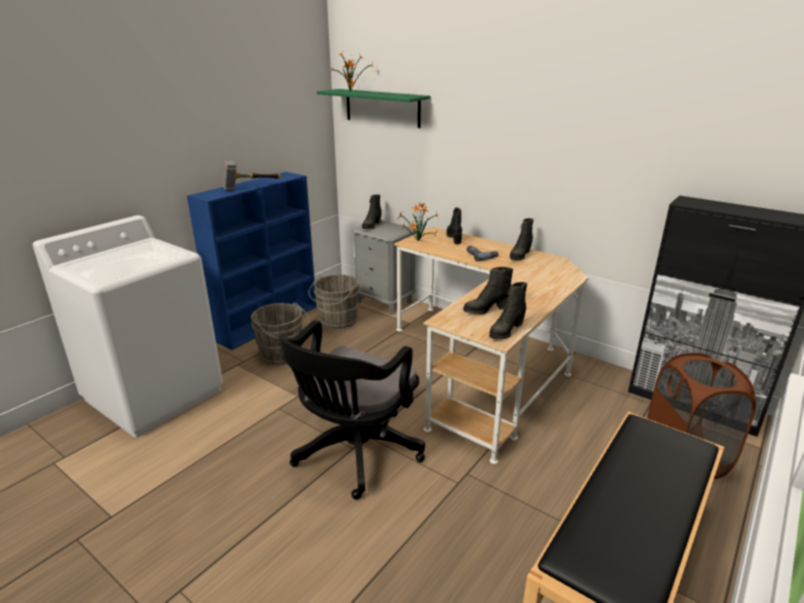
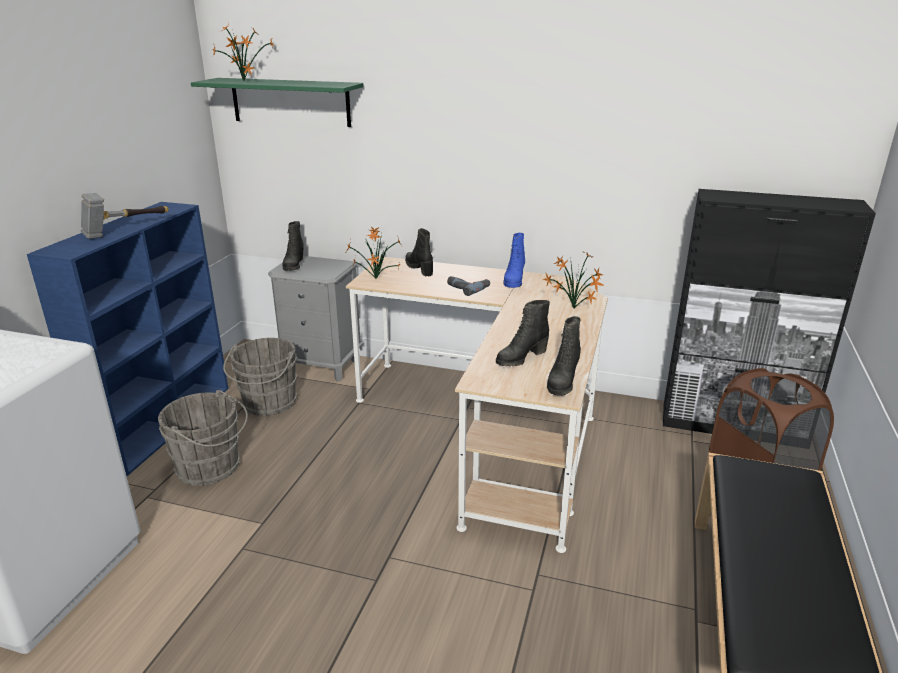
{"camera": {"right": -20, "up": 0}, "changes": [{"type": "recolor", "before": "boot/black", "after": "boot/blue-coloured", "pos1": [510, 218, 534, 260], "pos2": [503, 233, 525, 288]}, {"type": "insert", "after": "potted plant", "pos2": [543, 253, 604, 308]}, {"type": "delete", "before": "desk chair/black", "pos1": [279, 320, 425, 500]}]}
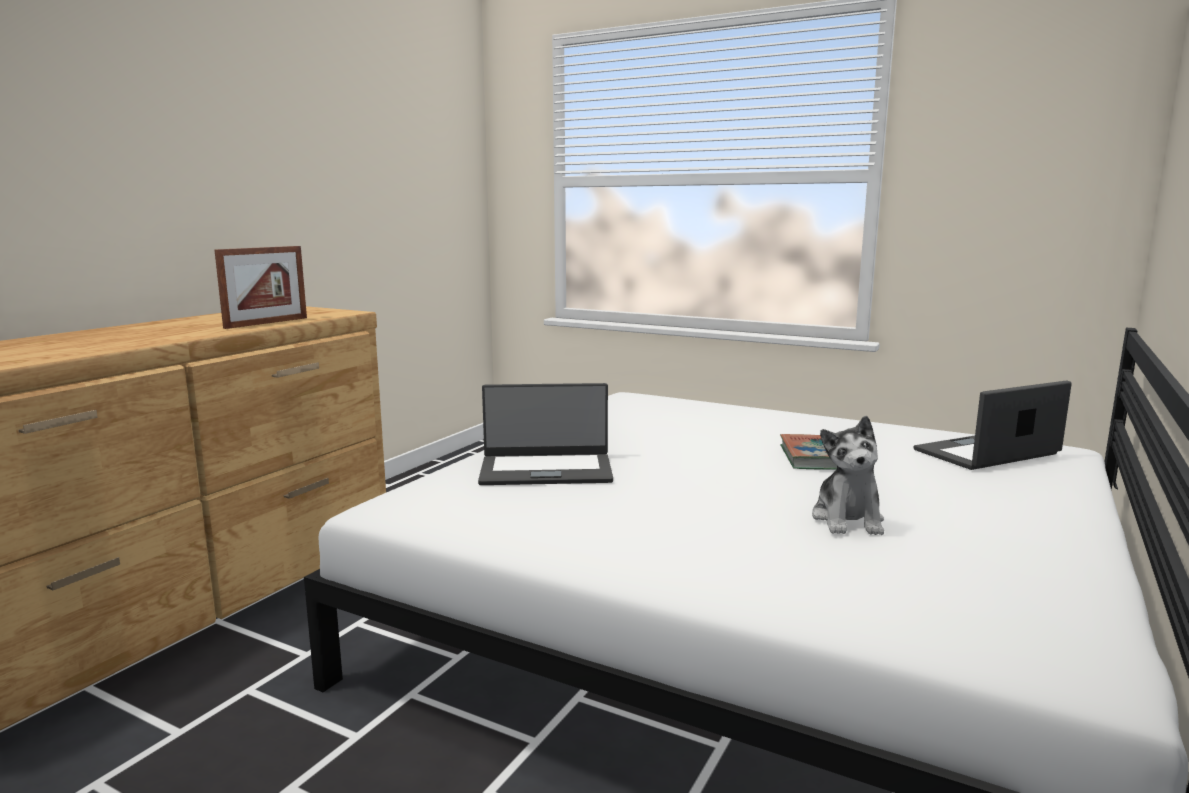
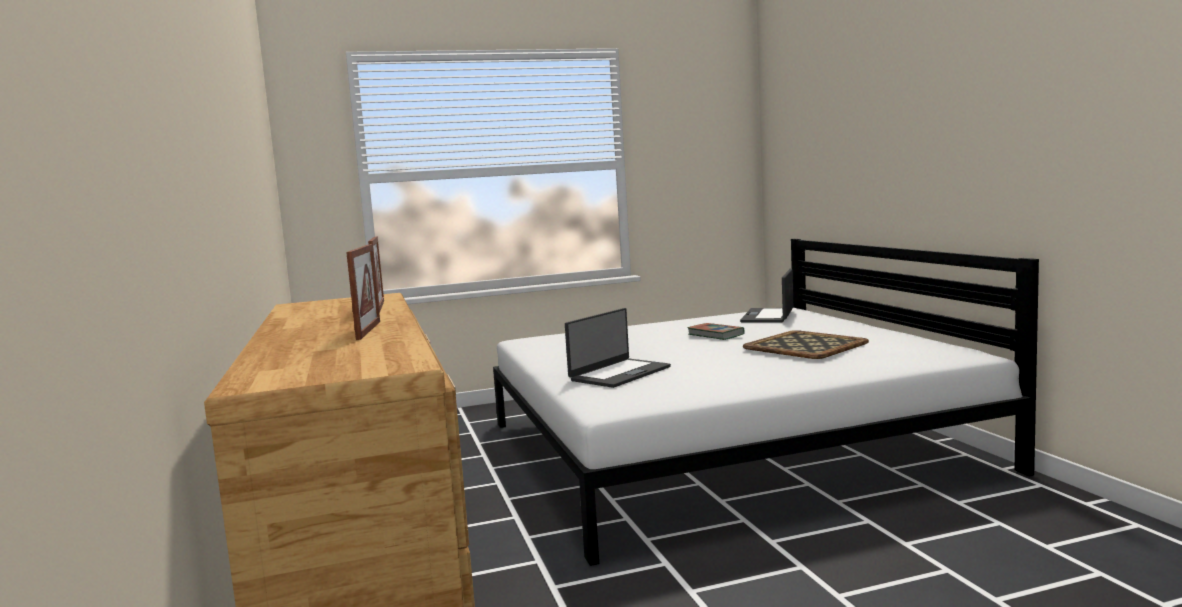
{"camera": {"right": -45, "up": -5}, "changes": [{"type": "insert", "after": "standing frame", "pos2": [346, 244, 380, 340]}, {"type": "replace", "before": "plush toy", "after": "carrying tray", "pos1": [812, 416, 884, 535], "pos2": [743, 330, 869, 359]}]}
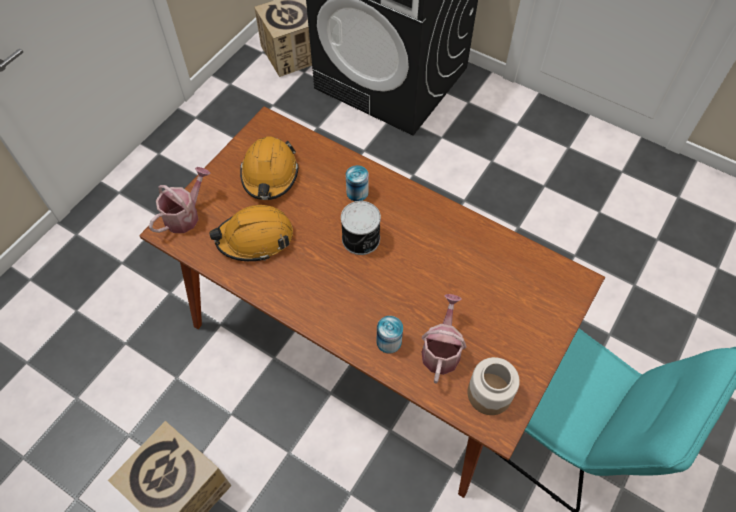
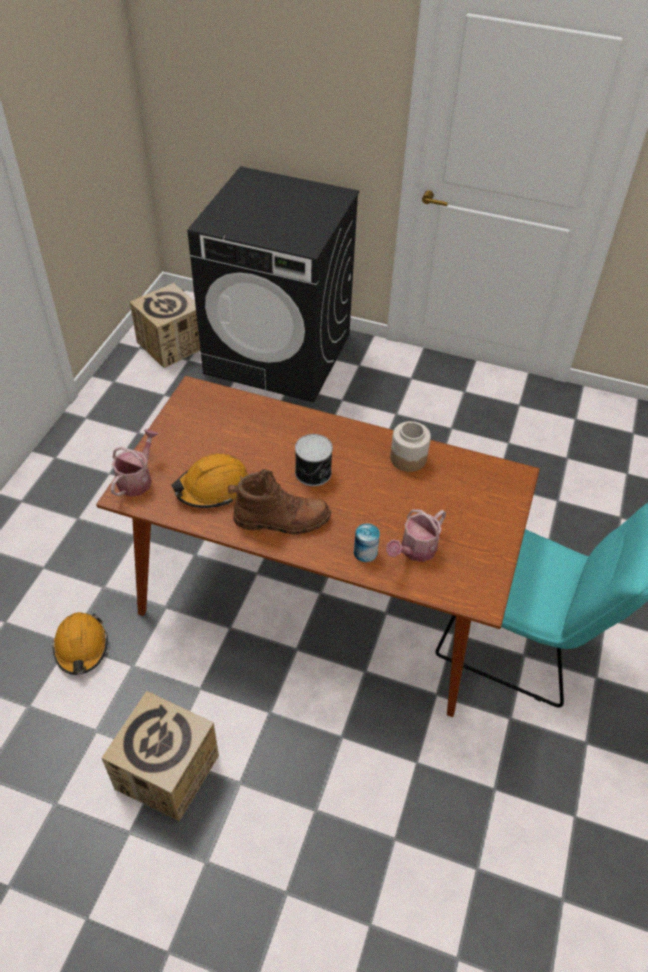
{"camera": {"right": -15, "up": -10}, "changes": [{"type": "move", "before": "safety helmet/orangey", "pos1": [240, 137, 299, 200], "pos2": [52, 612, 108, 675]}, {"type": "insert", "after": "boot/brown-coloured", "pos2": [228, 469, 331, 535]}, {"type": "rotate", "before": "sprinkling can", "pos1": [422, 294, 466, 384], "pos2": [386, 509, 446, 562], "turn": -135}, {"type": "move", "before": "preserve jar", "pos1": [467, 357, 520, 415], "pos2": [390, 421, 431, 472]}, {"type": "delete", "before": "can", "pos1": [346, 165, 369, 201]}]}
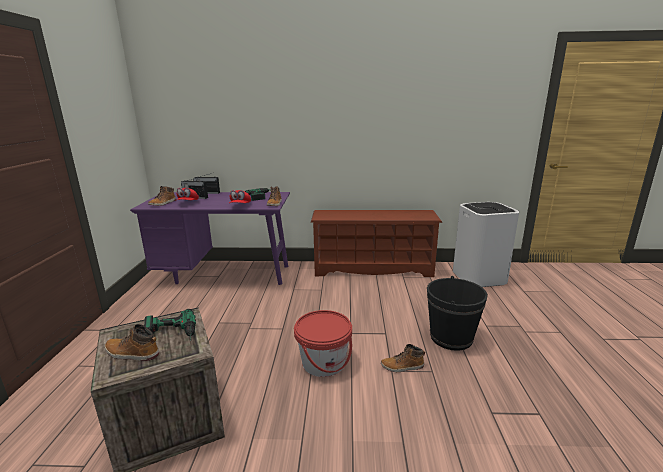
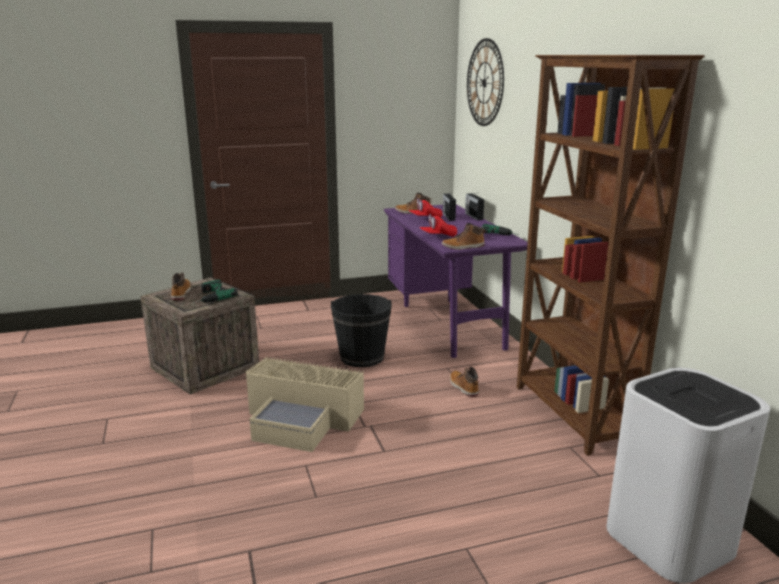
{"camera": {"right": 70, "up": 0}, "changes": [{"type": "replace", "before": "pail/red", "after": "storage box/sand-coloured", "pos1": [294, 310, 352, 377], "pos2": [246, 357, 364, 452]}, {"type": "move", "before": "pail/black", "pos1": [427, 276, 488, 351], "pos2": [331, 294, 392, 367]}, {"type": "move", "before": "boot", "pos1": [381, 344, 425, 372], "pos2": [450, 367, 479, 397]}, {"type": "insert", "after": "hanging clock", "pos2": [467, 38, 504, 126]}, {"type": "replace", "before": "shoe stand/brown-coloured", "after": "bookcase/brown-coloured", "pos1": [311, 210, 443, 277], "pos2": [517, 55, 705, 456]}]}
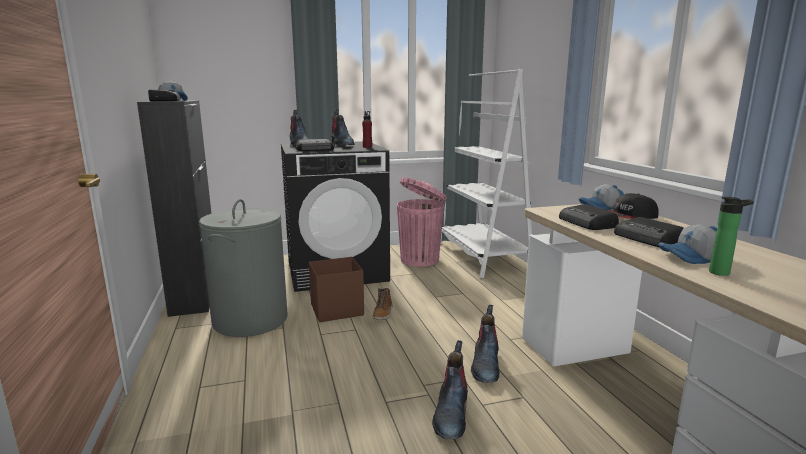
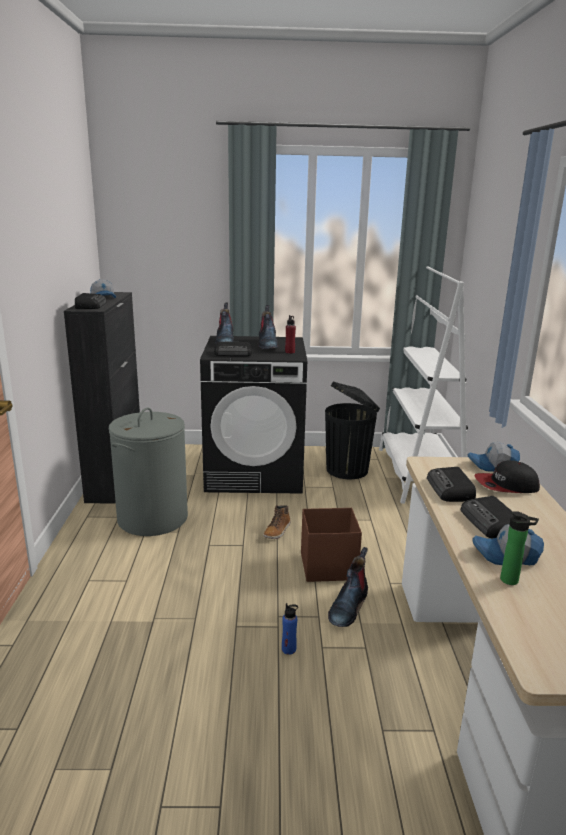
{"camera": {"right": 15, "up": 5}, "changes": [{"type": "replace", "before": "boot", "after": "beverage bottle/blue-coloured", "pos1": [432, 340, 468, 440], "pos2": [282, 603, 298, 655]}, {"type": "move", "before": "storage box/brown-coloured", "pos1": [309, 257, 364, 322], "pos2": [301, 508, 362, 582]}, {"type": "recolor", "before": "rubbish bin/pink-coloured", "after": "rubbish bin/black", "pos1": [397, 177, 447, 267], "pos2": [325, 381, 380, 479]}]}
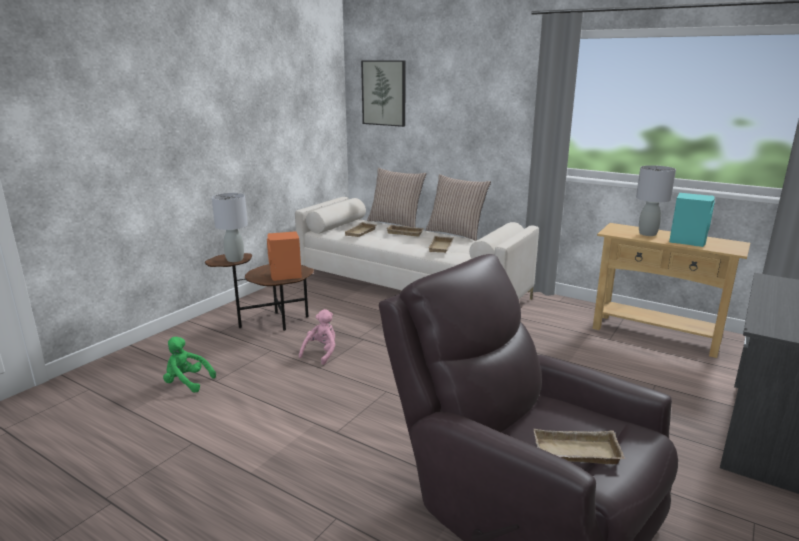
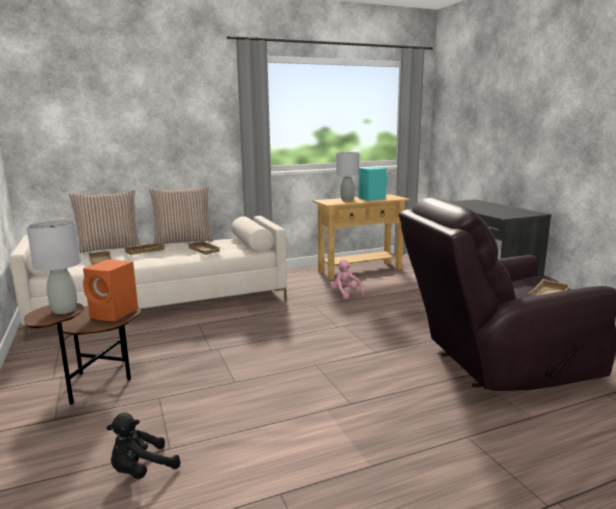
{"camera": {"right": -55, "up": -5}, "changes": [{"type": "recolor", "before": "plush toy/greenish", "after": "plush toy/black", "pos1": [163, 337, 216, 392], "pos2": [106, 412, 181, 479]}, {"type": "move", "before": "plush toy/pink-coloured", "pos1": [299, 309, 335, 365], "pos2": [330, 260, 365, 299]}, {"type": "delete", "before": "picture", "pos1": [361, 61, 406, 127]}]}
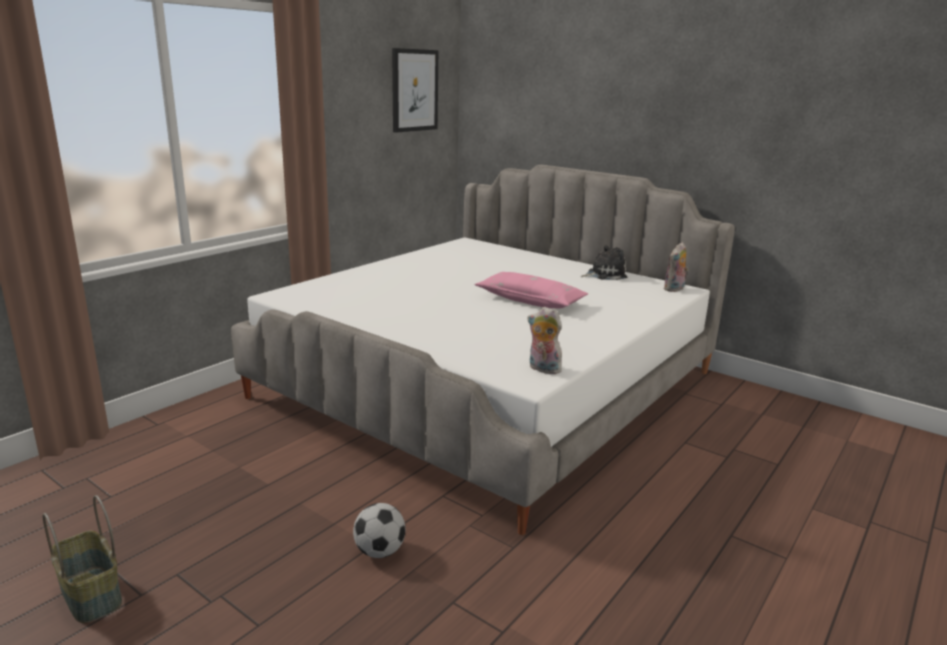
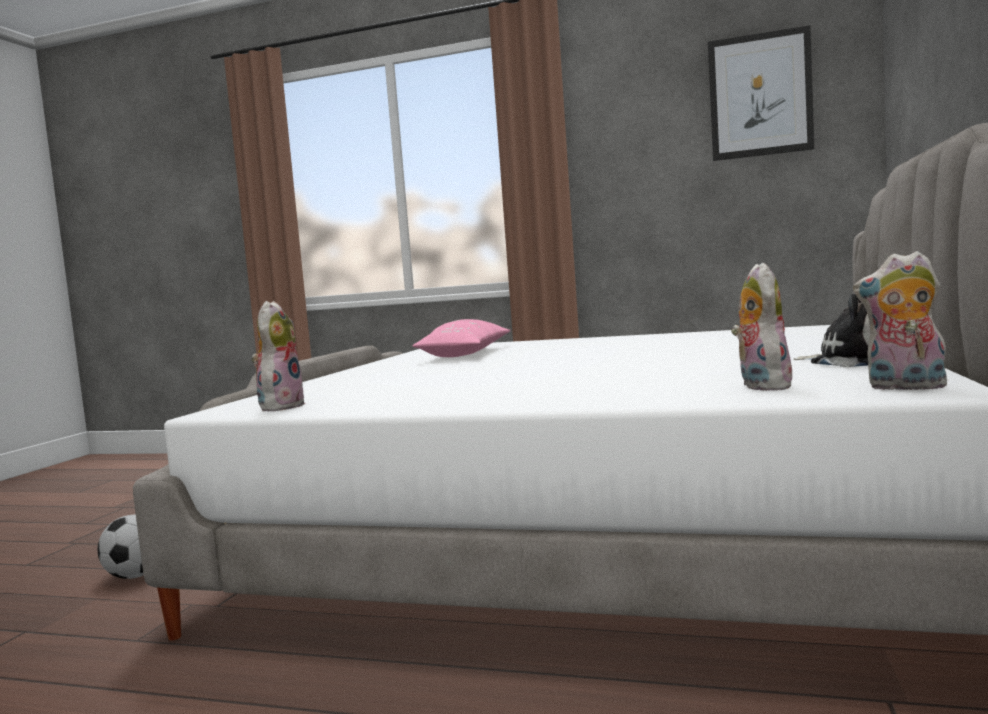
{"camera": {"right": 70, "up": -15}, "changes": [{"type": "move", "before": "throw pillow/pink-coloured", "pos1": [474, 272, 588, 308], "pos2": [412, 319, 510, 357]}, {"type": "insert", "after": "plush toy", "pos2": [731, 263, 792, 391]}, {"type": "delete", "before": "basket", "pos1": [43, 495, 122, 623]}]}
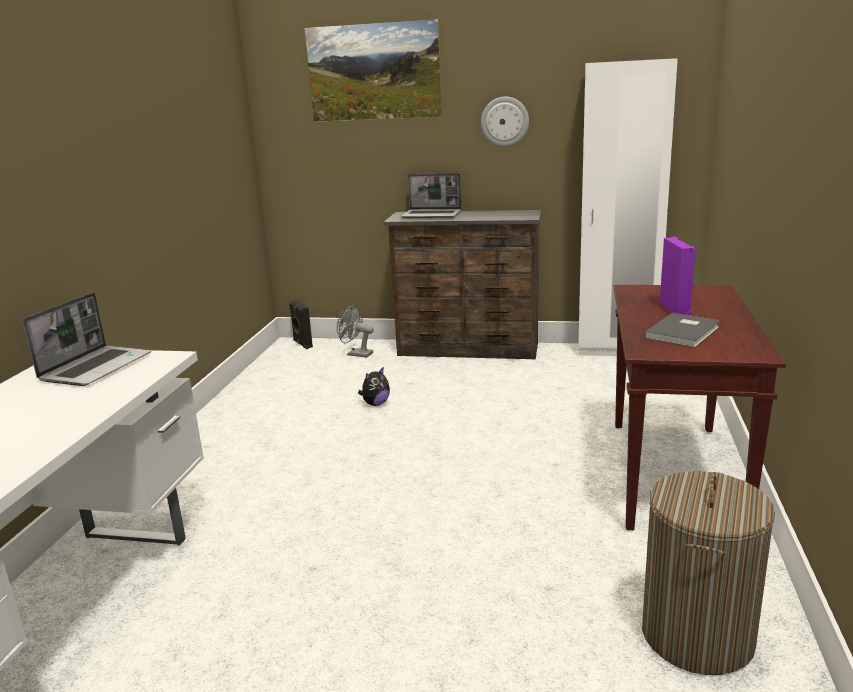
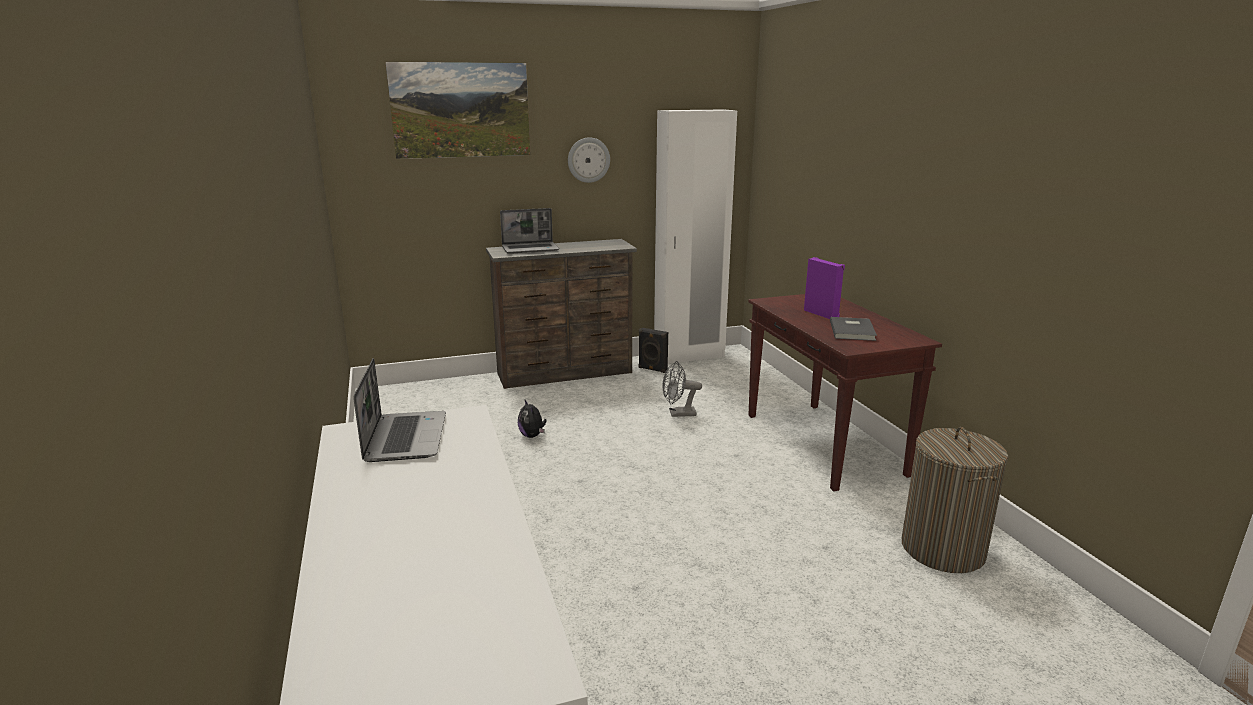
{"camera": {"right": -30, "up": 0}, "changes": [{"type": "rotate", "before": "plush toy", "pos1": [358, 368, 390, 406], "pos2": [518, 400, 546, 438], "turn": 135}, {"type": "move", "before": "speaker/black", "pos1": [289, 301, 313, 349], "pos2": [638, 328, 668, 373]}, {"type": "move", "before": "fan/grey", "pos1": [337, 305, 374, 358], "pos2": [663, 361, 702, 417]}]}
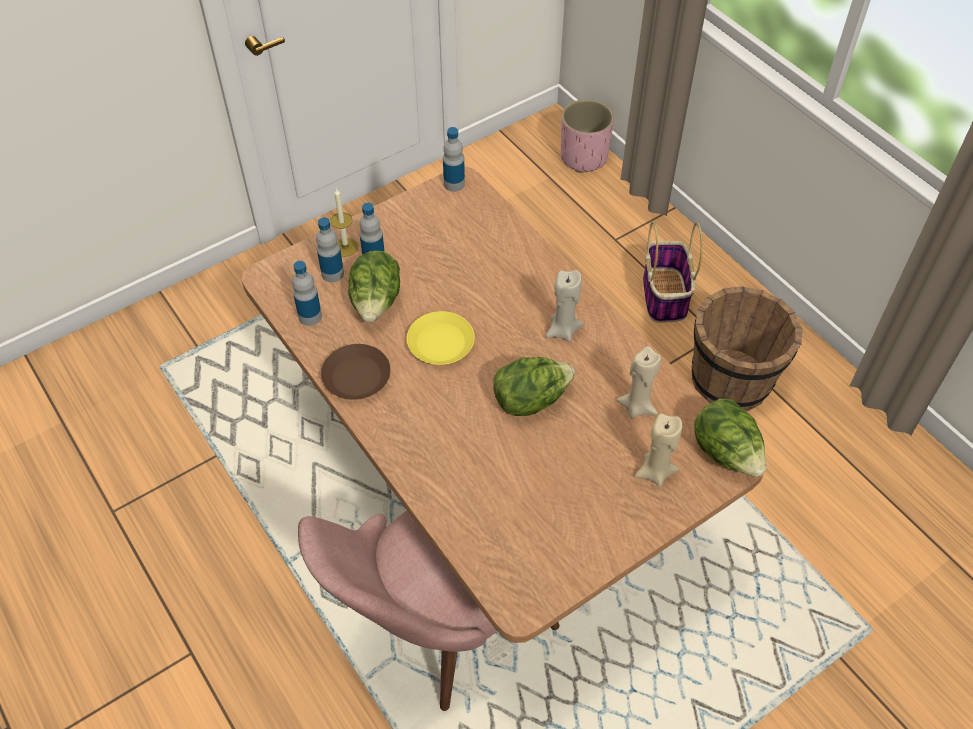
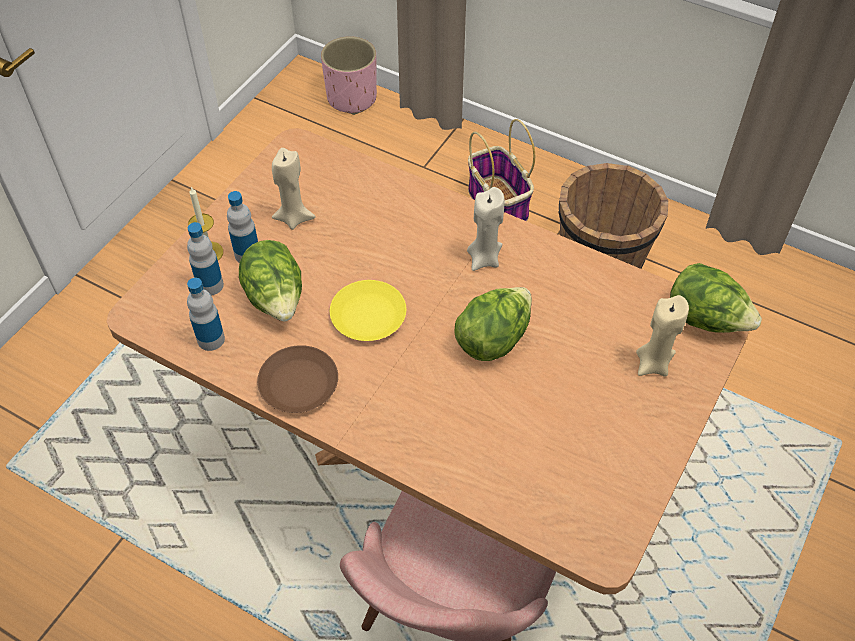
{"camera": {"right": -25, "up": 0}, "changes": [{"type": "move", "before": "wax light/sand-coloured", "pos1": [617, 346, 661, 419], "pos2": [272, 148, 316, 230]}, {"type": "delete", "before": "beverage bottle", "pos1": [443, 127, 465, 192]}]}
